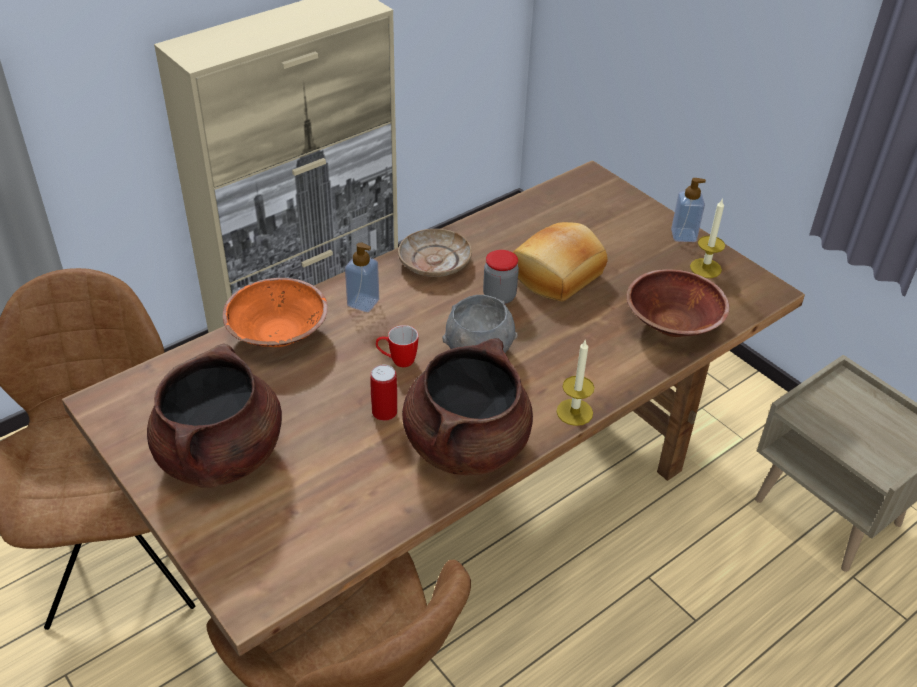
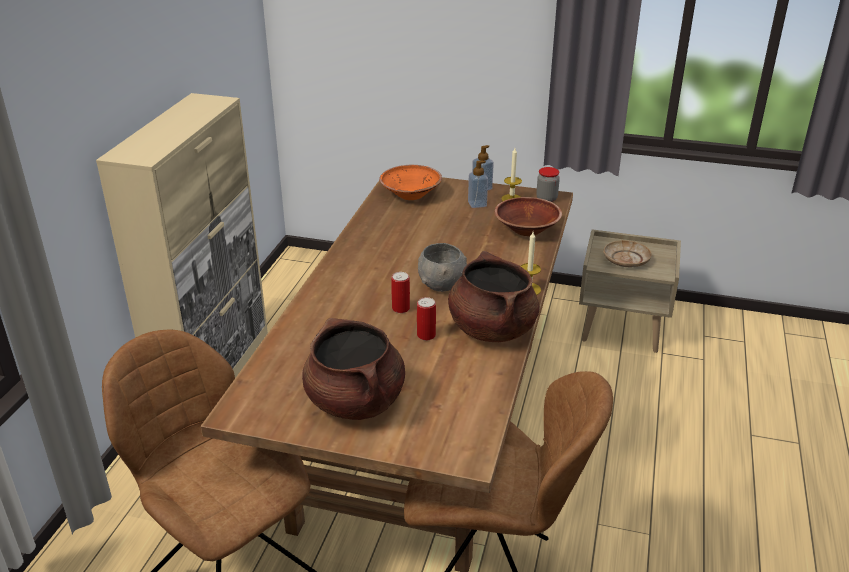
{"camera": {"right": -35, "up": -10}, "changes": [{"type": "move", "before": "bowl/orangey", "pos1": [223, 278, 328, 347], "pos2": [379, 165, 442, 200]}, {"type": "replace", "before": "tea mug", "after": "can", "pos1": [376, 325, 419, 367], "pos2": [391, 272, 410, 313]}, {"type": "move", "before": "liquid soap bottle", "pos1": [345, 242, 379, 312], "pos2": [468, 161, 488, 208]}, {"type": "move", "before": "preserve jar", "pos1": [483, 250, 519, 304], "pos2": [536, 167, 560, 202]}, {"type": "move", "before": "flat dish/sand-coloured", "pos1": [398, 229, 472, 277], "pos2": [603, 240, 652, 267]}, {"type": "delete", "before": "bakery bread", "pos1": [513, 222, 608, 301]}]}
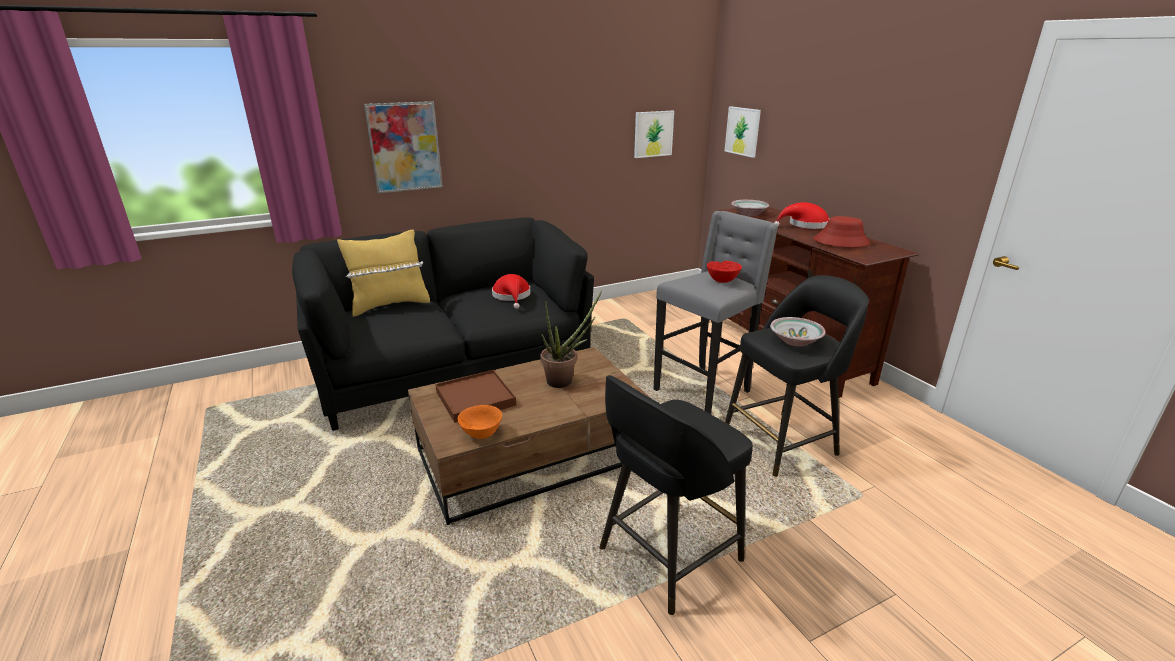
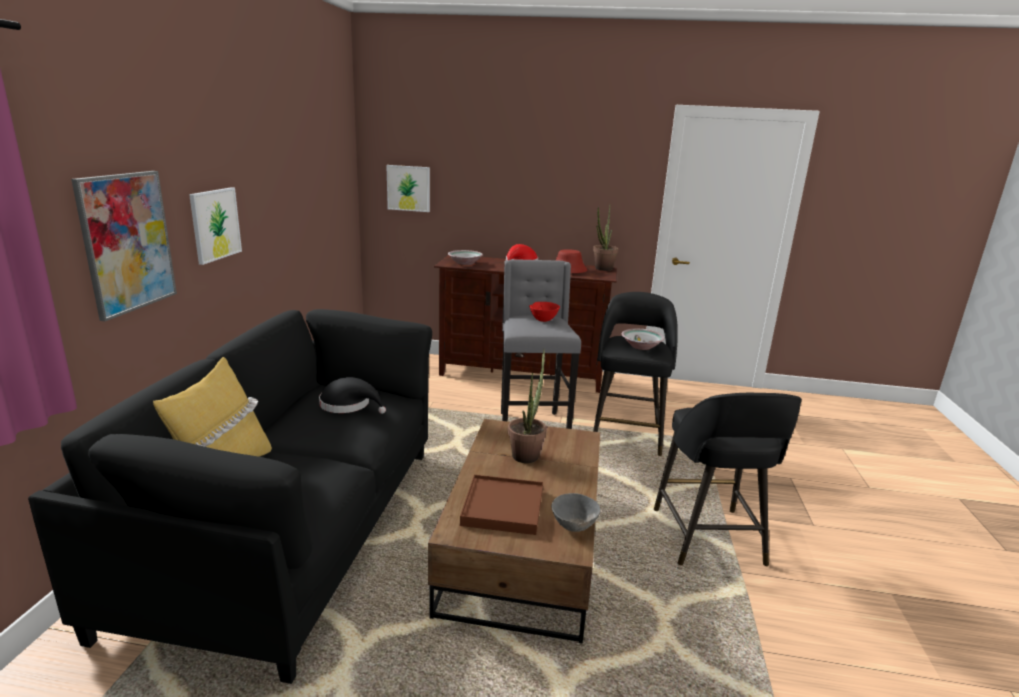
{"camera": {"right": -55, "up": -5}, "changes": [{"type": "move", "before": "picture", "pos1": [634, 111, 674, 158], "pos2": [189, 187, 242, 265]}, {"type": "recolor", "before": "wearable hat/red", "after": "wearable hat/black", "pos1": [492, 274, 531, 309], "pos2": [319, 377, 386, 414]}, {"type": "recolor", "before": "bowl/orangey", "after": "bowl/grey", "pos1": [458, 405, 502, 439], "pos2": [551, 493, 601, 532]}, {"type": "insert", "after": "potted plant", "pos2": [593, 207, 618, 271]}]}
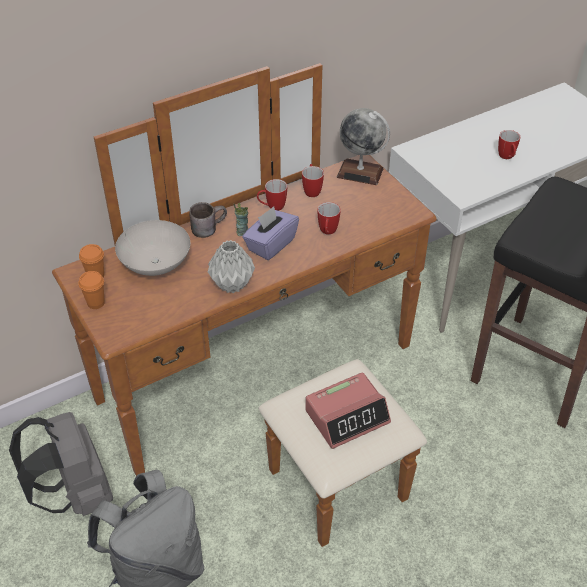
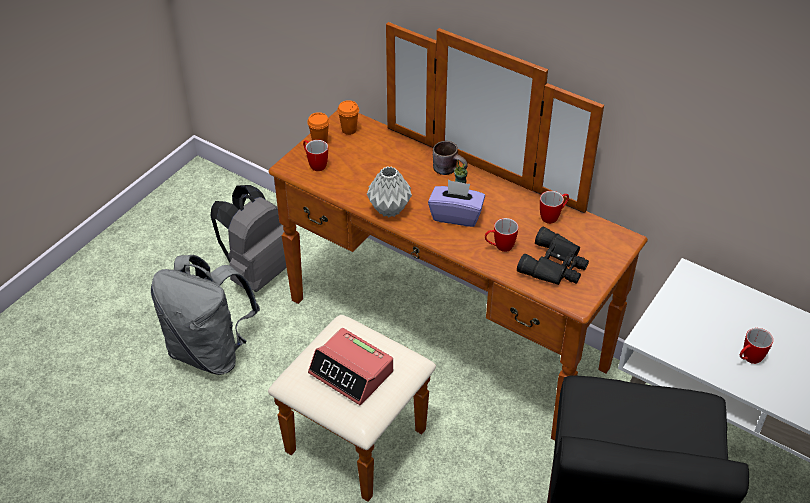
{"camera": {"right": 65, "up": 0}, "changes": [{"type": "move", "before": "tea mug", "pos1": [257, 179, 287, 211], "pos2": [303, 140, 328, 171]}, {"type": "insert", "after": "field glasses/black", "pos2": [517, 226, 589, 285]}, {"type": "delete", "before": "bowl/white-coloured", "pos1": [115, 220, 190, 276]}, {"type": "delete", "before": "world globe", "pos1": [337, 108, 390, 185]}]}
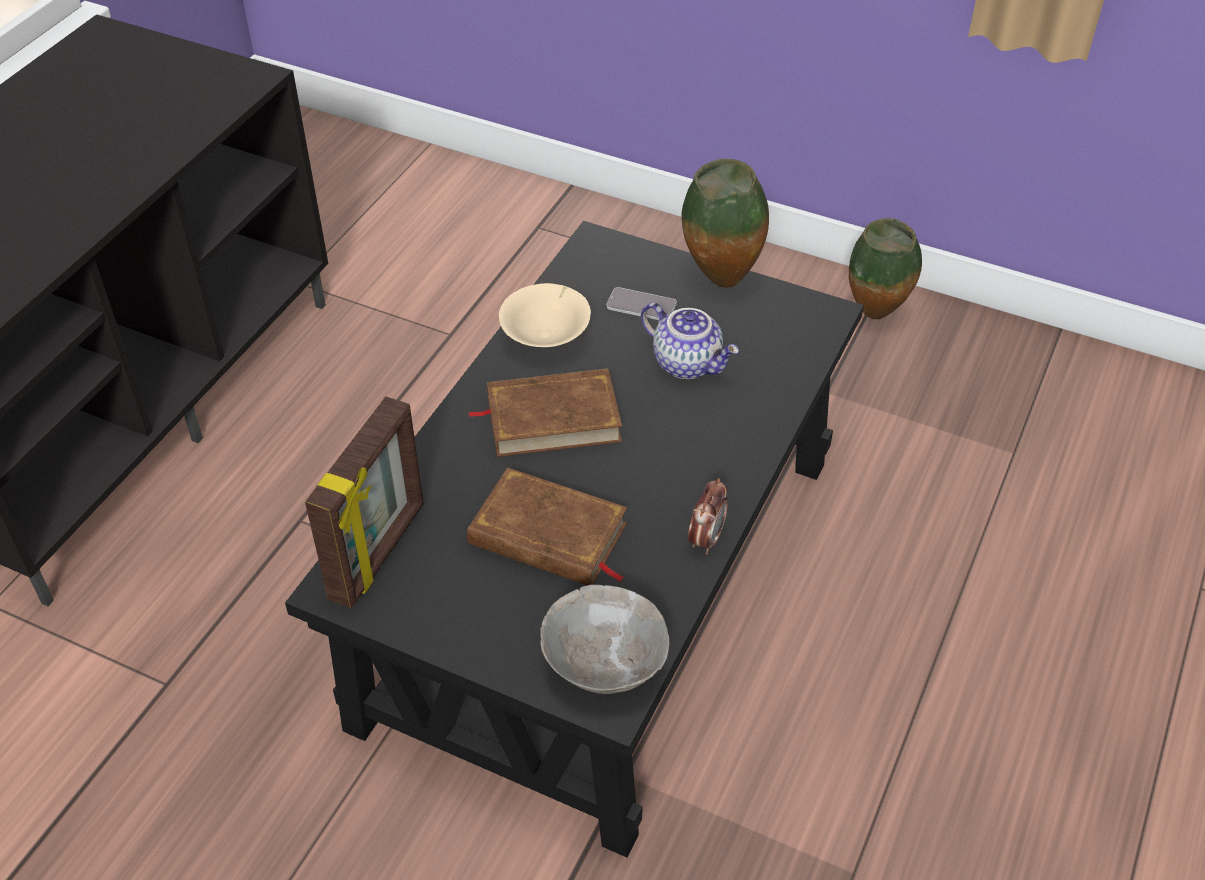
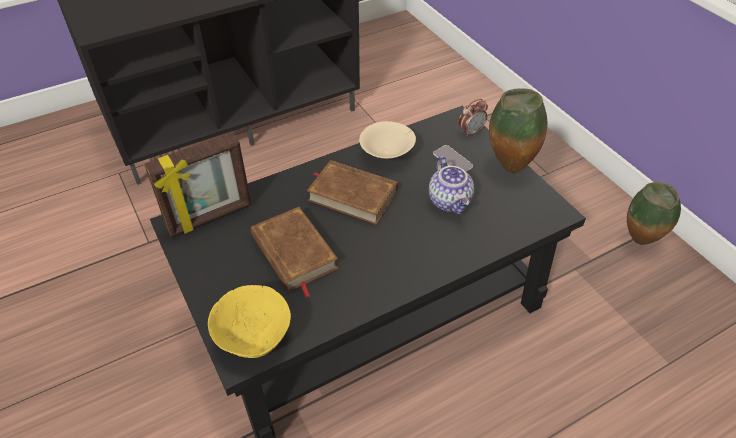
{"camera": {"right": 35, "up": 0}, "changes": [{"type": "recolor", "before": "bowl/grey", "after": "bowl/yellow", "pos1": [540, 585, 669, 694], "pos2": [208, 285, 291, 358]}, {"type": "move", "before": "table clock", "pos1": [688, 478, 728, 554], "pos2": [459, 99, 488, 137]}]}
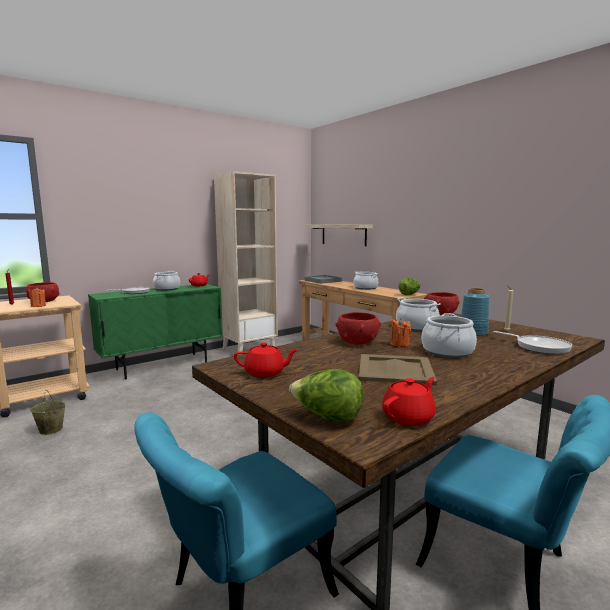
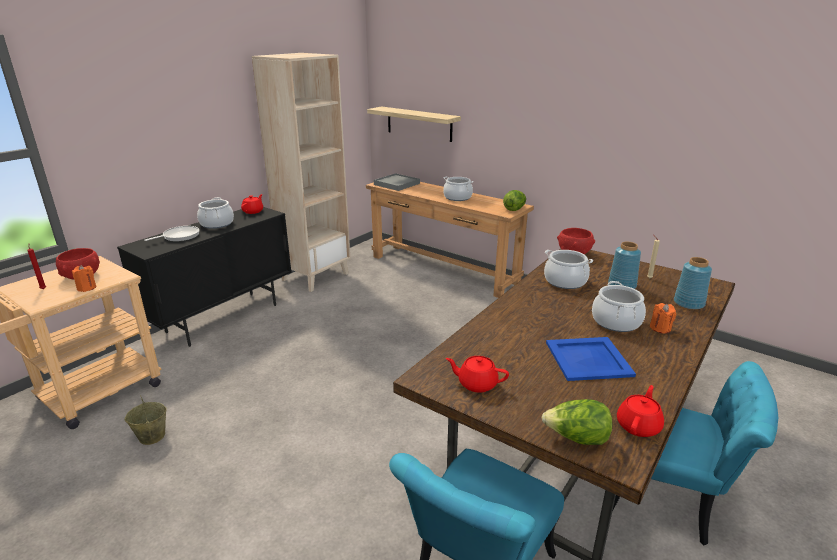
{"camera": {"right": -15, "up": 15}, "changes": [{"type": "recolor", "before": "cupboard/greenish", "after": "cupboard/black", "pos1": [88, 284, 223, 380], "pos2": [117, 207, 292, 347]}, {"type": "rotate", "before": "pot for tea/red", "pos1": [234, 342, 298, 378], "pos2": [446, 356, 509, 393], "turn": -150}, {"type": "recolor", "before": "carrying tray/sand-coloured", "after": "carrying tray/blue-coloured", "pos1": [359, 354, 437, 385], "pos2": [546, 337, 636, 381]}, {"type": "move", "before": "wax light/orangey", "pos1": [390, 318, 411, 347], "pos2": [650, 303, 676, 333]}, {"type": "replace", "before": "skillet", "after": "flower vase/blue-coloured", "pos1": [493, 331, 572, 354], "pos2": [674, 257, 712, 310]}, {"type": "delete", "before": "bowl/red", "pos1": [336, 312, 381, 345]}]}
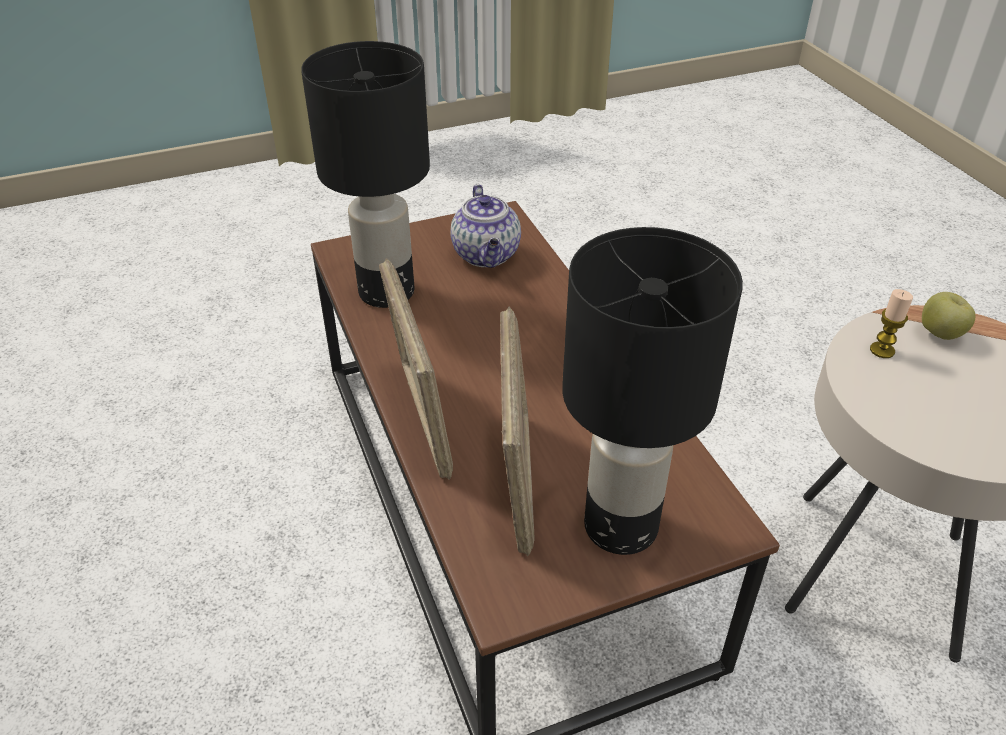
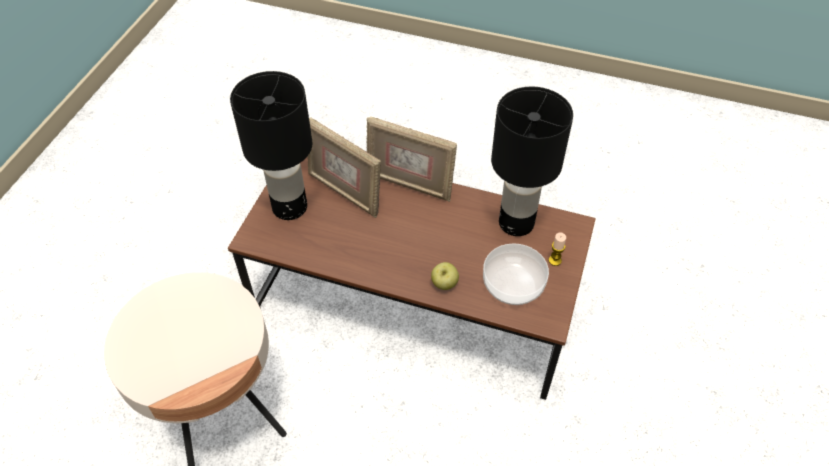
{"camera": {"right": 130, "up": 10}, "changes": [{"type": "move", "before": "apple", "pos1": [922, 292, 975, 340], "pos2": [431, 262, 459, 290]}, {"type": "replace", "before": "pot for tea", "after": "bowl", "pos1": [451, 184, 521, 268], "pos2": [483, 244, 549, 305]}, {"type": "move", "before": "wax light", "pos1": [870, 289, 913, 358], "pos2": [548, 232, 566, 266]}]}
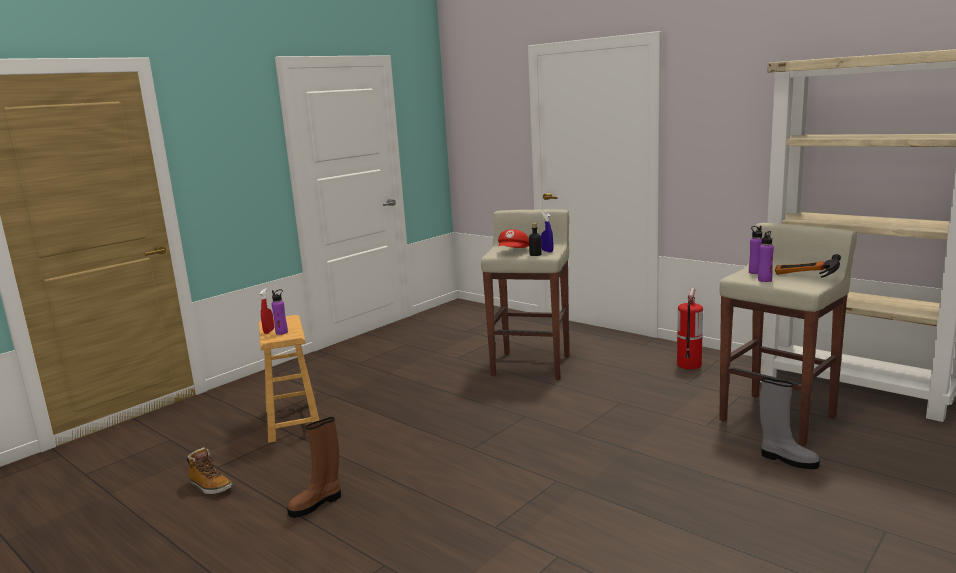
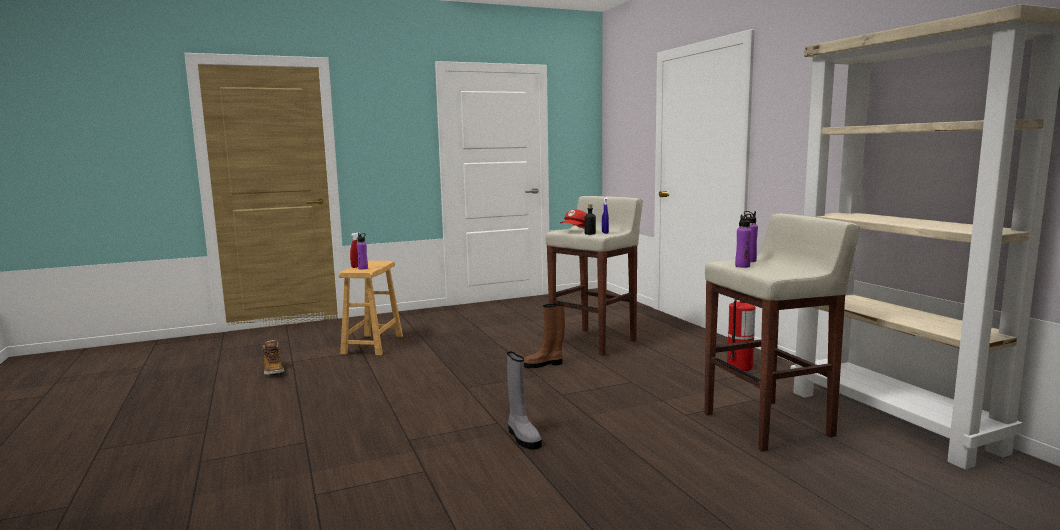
{"camera": {"right": 25, "up": -5}, "changes": [{"type": "move", "before": "boot/grey", "pos1": [760, 378, 820, 469], "pos2": [507, 351, 542, 450]}, {"type": "move", "before": "boot/brown-coloured", "pos1": [287, 417, 341, 518], "pos2": [524, 303, 565, 368]}, {"type": "delete", "before": "tool hammer", "pos1": [775, 254, 841, 278]}]}
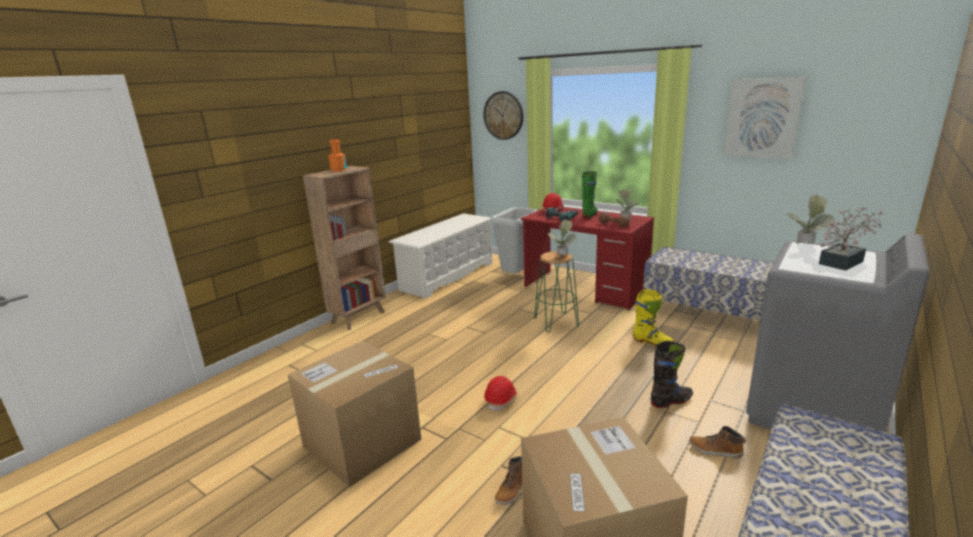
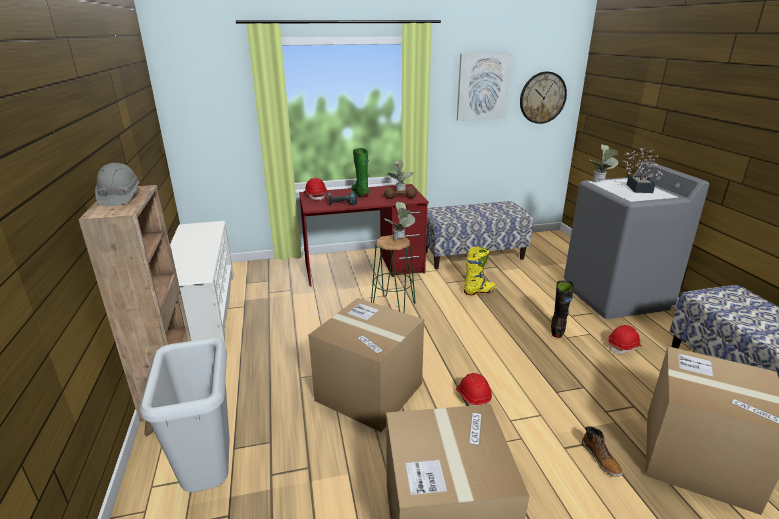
{"camera": {"right": -50, "up": 5}, "changes": [{"type": "replace", "before": "beverage bottle/orangey", "after": "safety helmet/grey", "pos1": [328, 139, 347, 172], "pos2": [95, 163, 140, 206]}, {"type": "move", "before": "rubbish bin/grey", "pos1": [491, 207, 538, 273], "pos2": [139, 338, 230, 492]}, {"type": "insert", "after": "packing box", "pos2": [308, 298, 424, 432]}, {"type": "move", "before": "hanging clock", "pos1": [484, 91, 523, 140], "pos2": [520, 72, 567, 124]}, {"type": "replace", "before": "boot", "after": "safety helmet/red", "pos1": [689, 426, 746, 458], "pos2": [608, 325, 641, 354]}]}
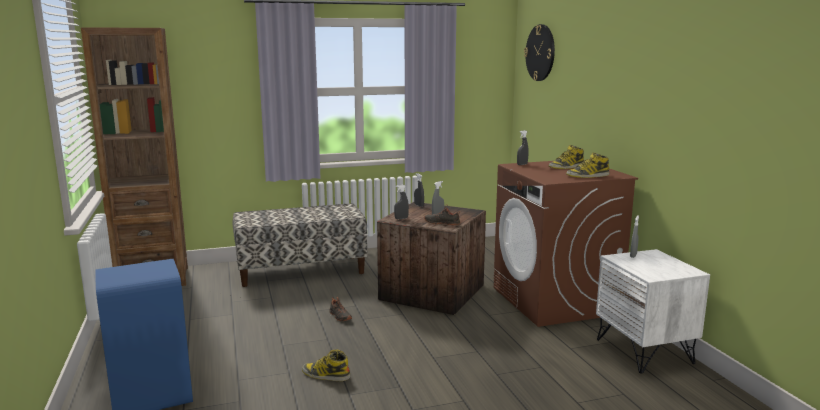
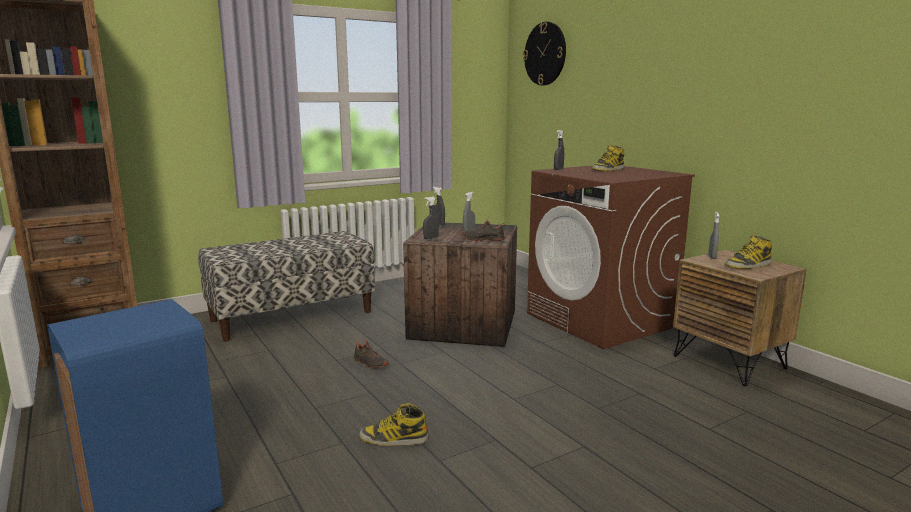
{"camera": {"right": -15, "up": 0}, "changes": [{"type": "recolor", "before": "bedside table/white-coloured", "after": "bedside table/brown-coloured", "pos1": [596, 249, 710, 374], "pos2": [673, 250, 807, 386]}, {"type": "move", "before": "boot", "pos1": [566, 153, 609, 178], "pos2": [725, 235, 772, 269]}]}
